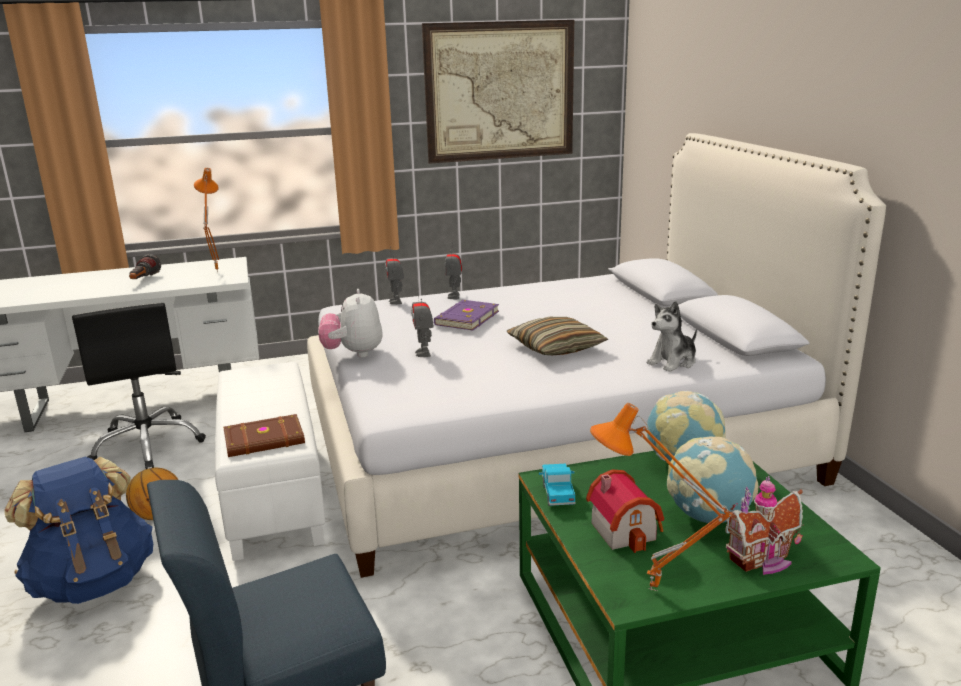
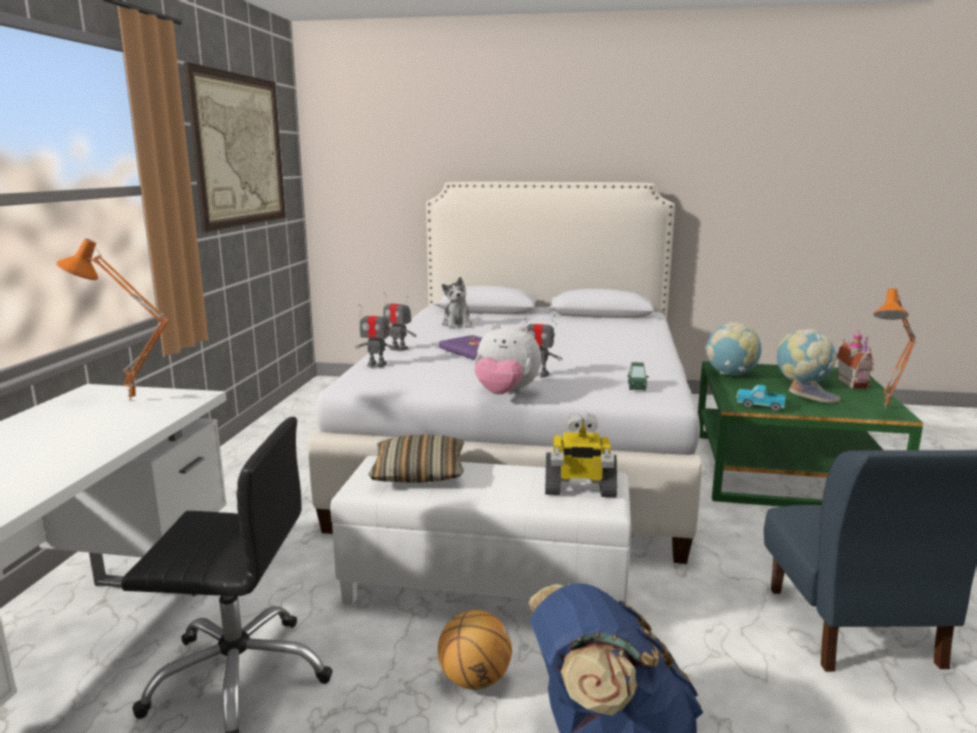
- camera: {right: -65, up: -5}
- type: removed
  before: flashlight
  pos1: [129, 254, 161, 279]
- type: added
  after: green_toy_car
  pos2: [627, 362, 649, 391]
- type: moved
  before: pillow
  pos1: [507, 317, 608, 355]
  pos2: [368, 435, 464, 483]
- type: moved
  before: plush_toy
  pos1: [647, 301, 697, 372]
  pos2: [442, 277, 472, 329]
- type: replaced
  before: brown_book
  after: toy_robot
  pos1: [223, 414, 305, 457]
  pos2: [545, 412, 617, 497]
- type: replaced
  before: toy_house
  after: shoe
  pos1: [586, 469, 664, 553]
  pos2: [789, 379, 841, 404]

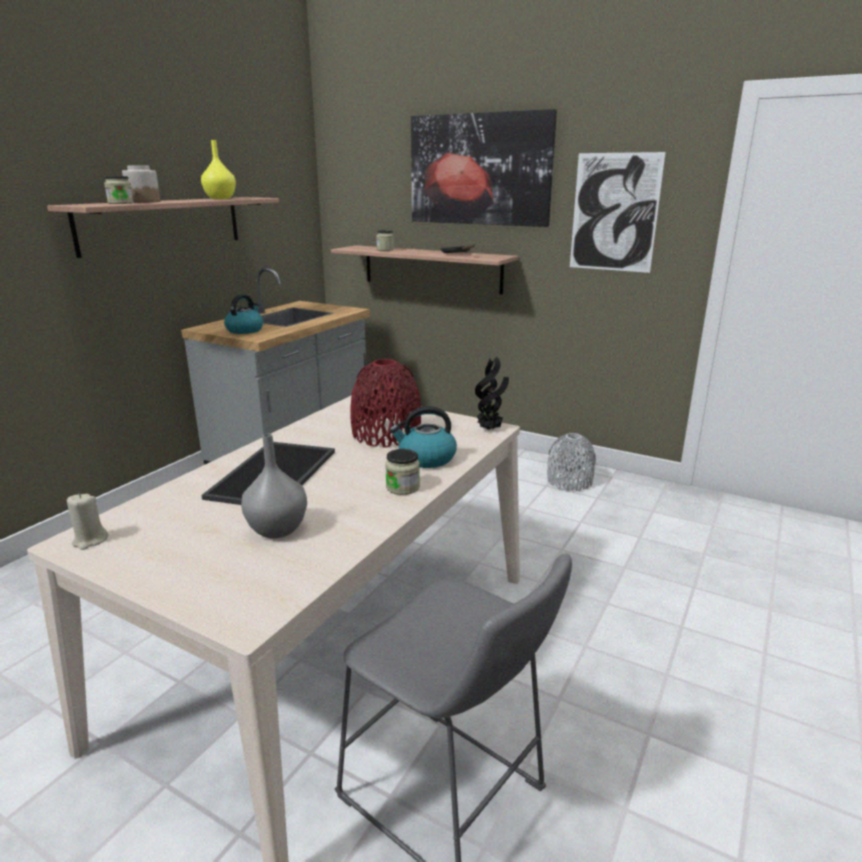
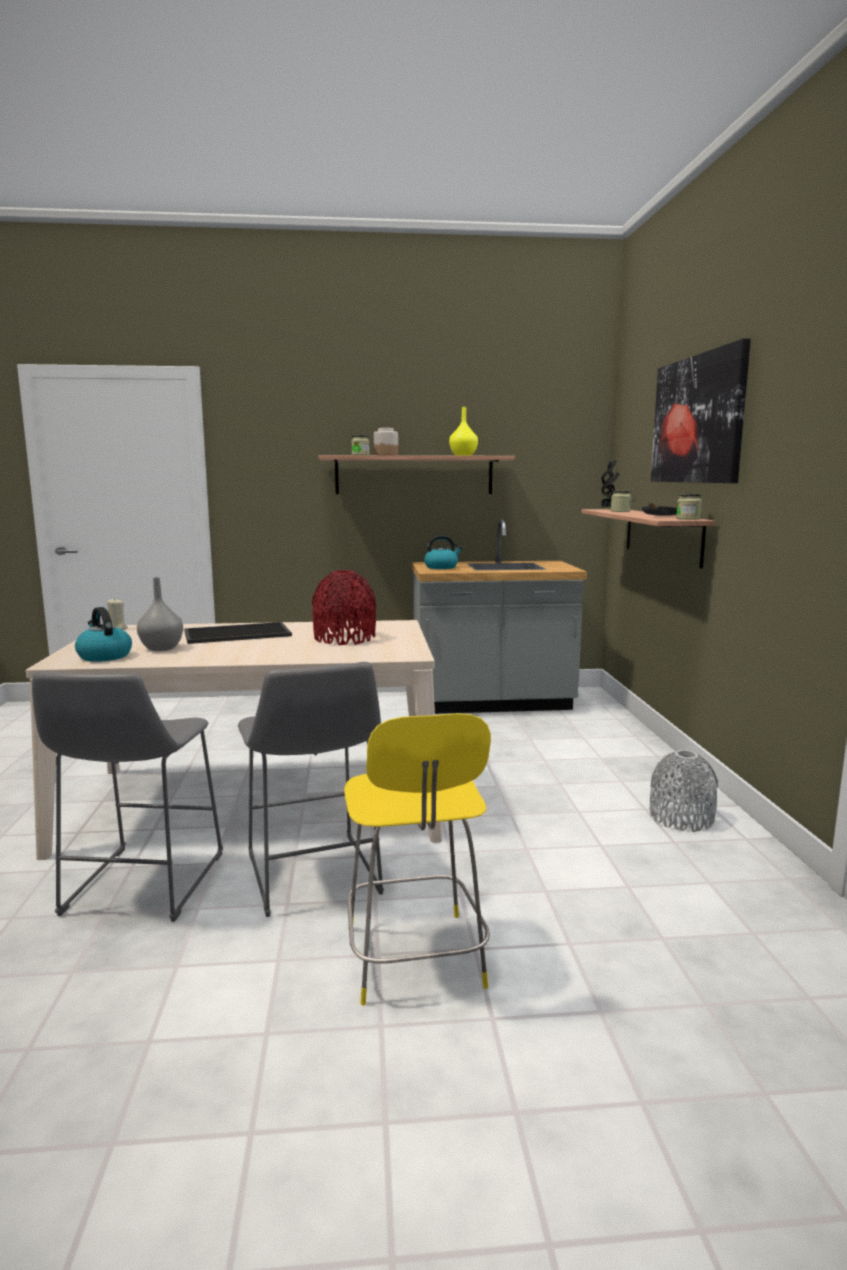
- camera: {right: 55, up: -10}
- type: removed
  before: picture
  pos1: [570, 152, 666, 273]
- type: added
  after: grey_stool
  pos2: [238, 662, 384, 917]
- type: added
  after: yellow_chair
  pos2: [344, 713, 491, 1006]
- type: moved
  before: jar
  pos1: [385, 449, 420, 495]
  pos2: [676, 494, 702, 520]
- type: moved
  before: kettle
  pos1: [390, 406, 457, 468]
  pos2: [75, 607, 132, 662]
- type: moved
  before: potted_plant
  pos1: [475, 357, 509, 430]
  pos2: [601, 460, 620, 510]

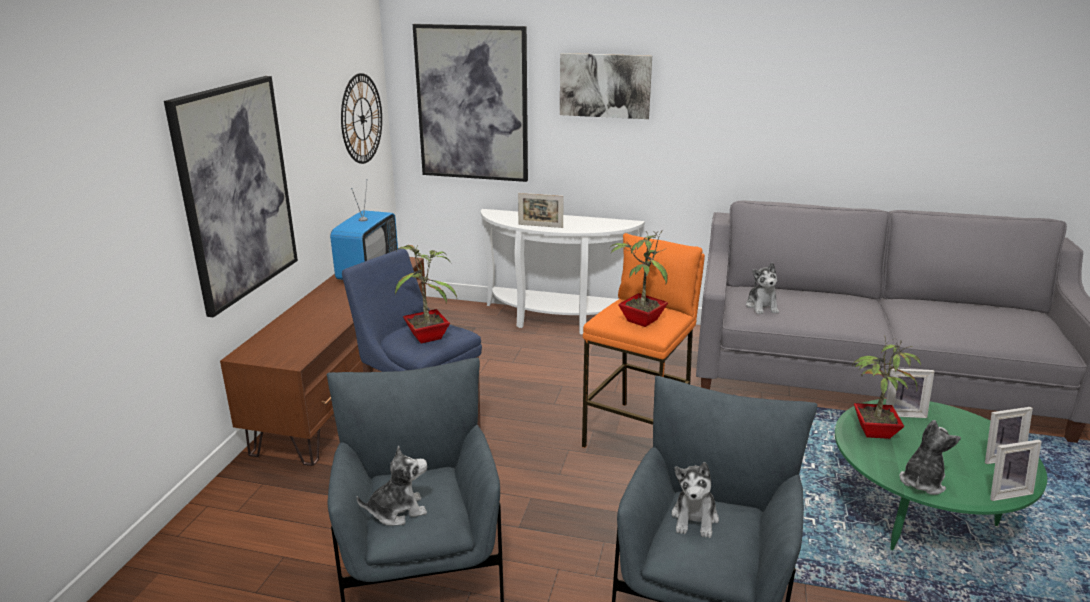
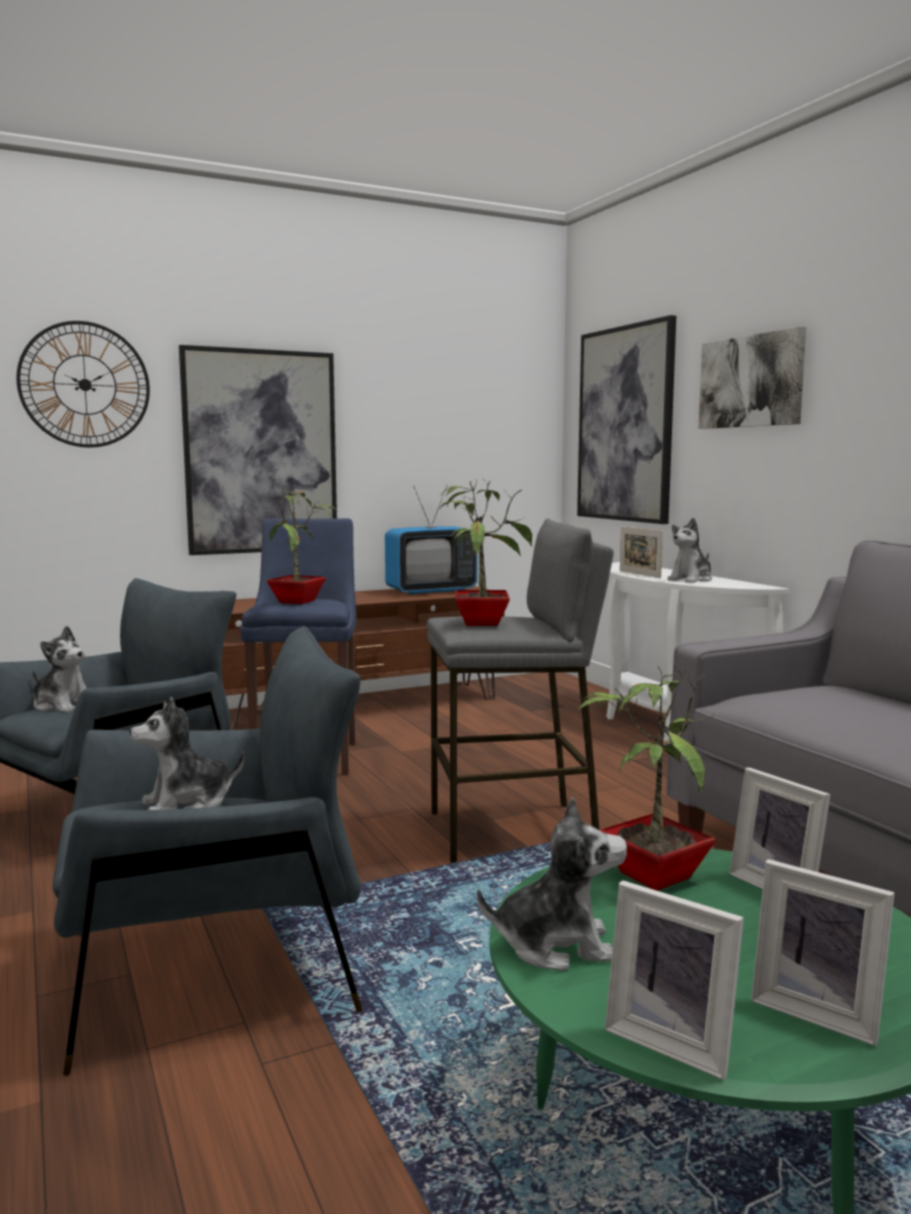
- camera: {right: 50, up: -15}
- type: moved
  before: wall_clock
  pos1: [341, 73, 382, 164]
  pos2: [16, 321, 150, 448]
- type: moved
  before: plush_toy
  pos1: [746, 262, 779, 314]
  pos2: [667, 517, 712, 583]
- type: recoloured
  before: orange_stool
  after: grey_stool
  pos1: [582, 233, 705, 448]
  pos2: [427, 518, 614, 863]

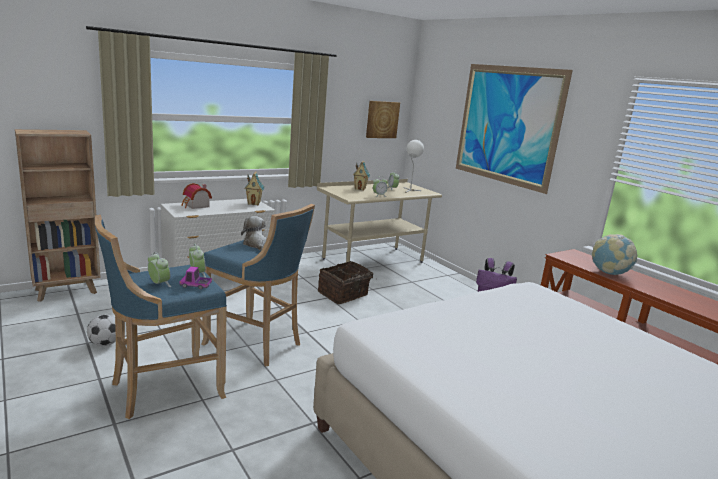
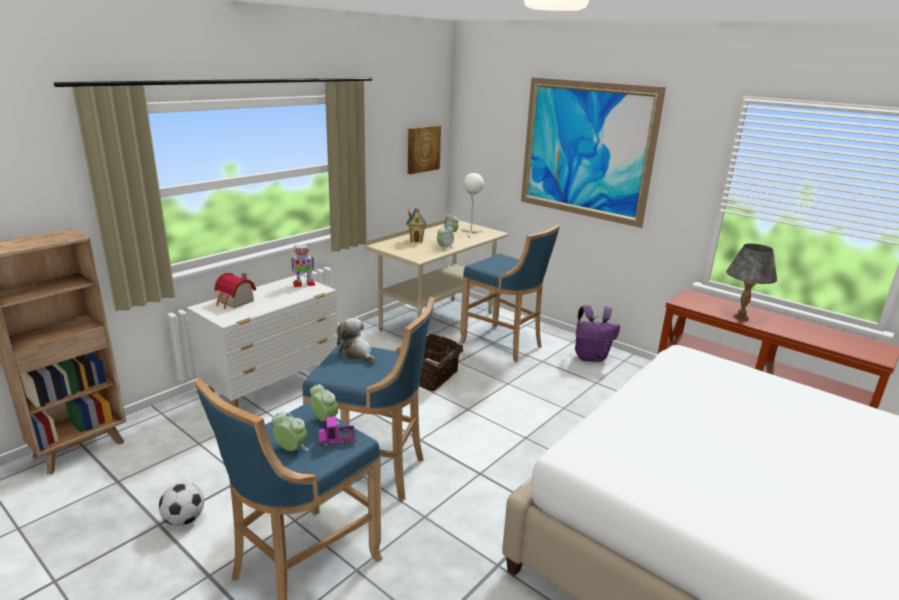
- camera: {right: -15, up: 5}
- type: added
  after: blue_stool
  pos2: [459, 225, 560, 362]
- type: replaced
  before: toy_house
  after: toy_robot
  pos1: [244, 171, 265, 205]
  pos2: [291, 244, 316, 287]
- type: replaced
  before: globe
  after: grey_table_lamp
  pos1: [592, 234, 637, 275]
  pos2: [726, 244, 777, 321]

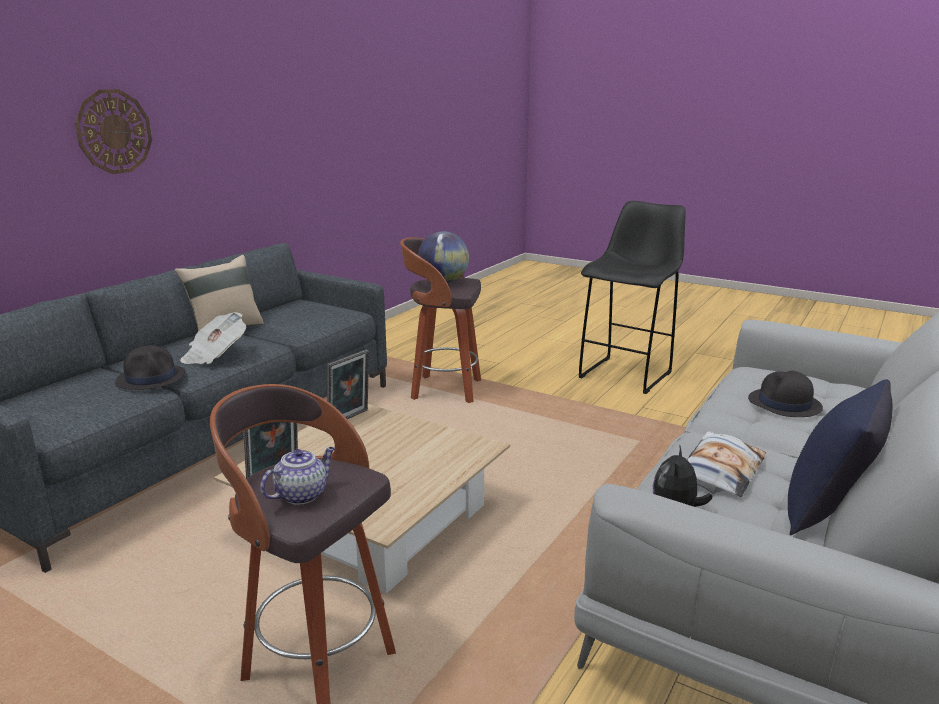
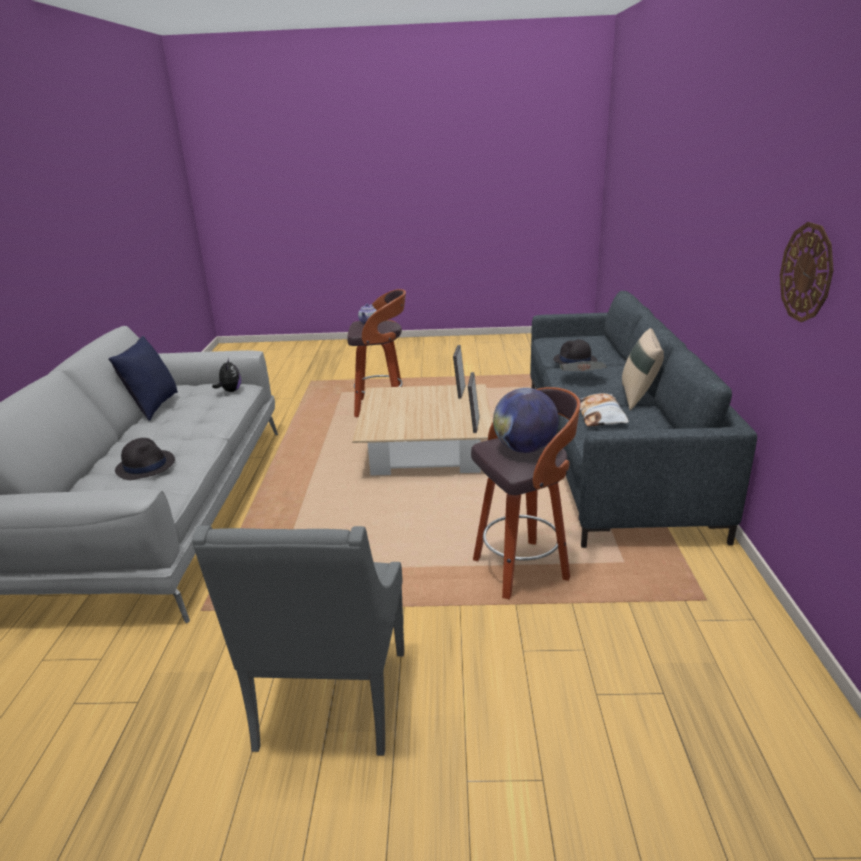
- camera: {right: 150, up: 5}
- type: moved
  before: wall_clock
  pos1: [75, 89, 152, 174]
  pos2: [780, 222, 833, 322]
- type: moved
  before: pillow
  pos1: [687, 431, 766, 497]
  pos2: [579, 393, 629, 427]
- type: replaced
  before: black_stool
  after: grey_armchair
  pos1: [579, 201, 686, 394]
  pos2: [192, 525, 404, 756]

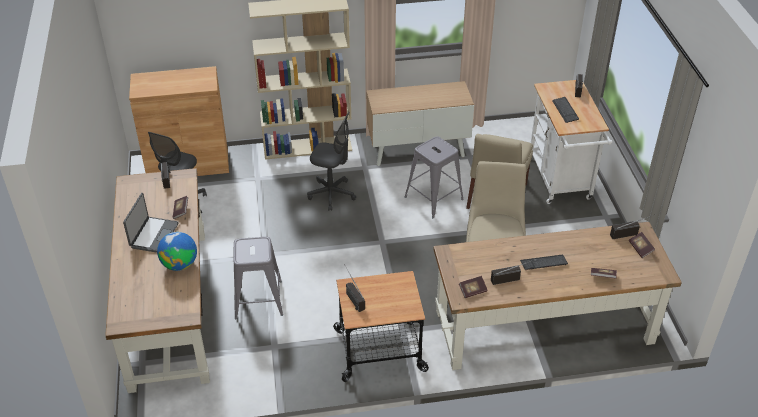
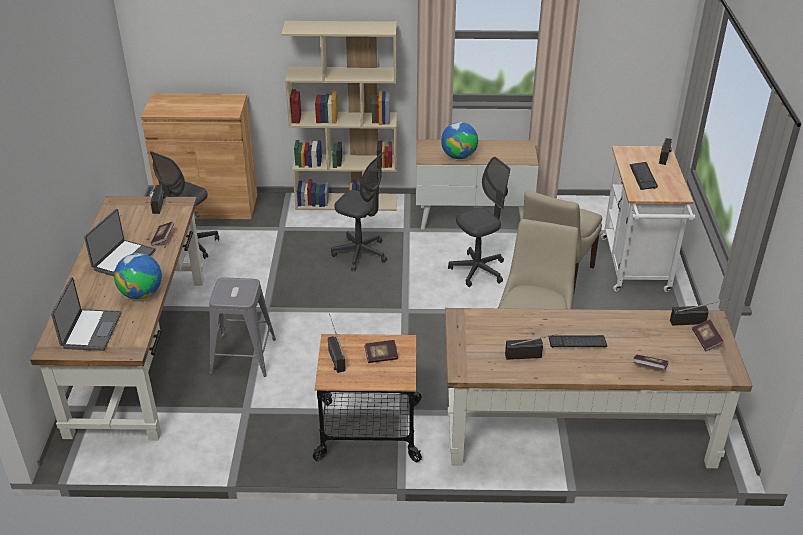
- camera: {right: 10, up: -5}
- type: added
  after: laptop
  pos2: [51, 277, 121, 351]
- type: added
  after: globe
  pos2: [441, 122, 478, 159]
- type: moved
  before: book
  pos1: [459, 276, 488, 298]
  pos2: [364, 340, 398, 363]
- type: replaced
  before: grey_stool
  after: grey_office_chair
  pos1: [404, 136, 464, 218]
  pos2: [448, 157, 510, 287]

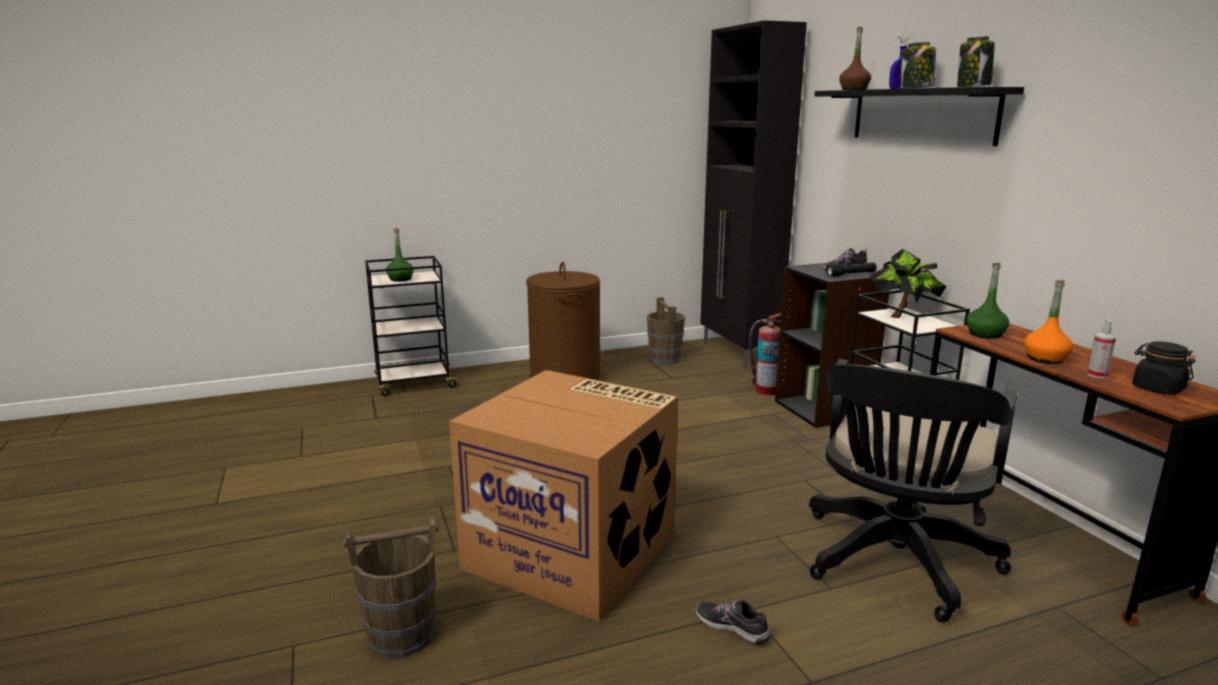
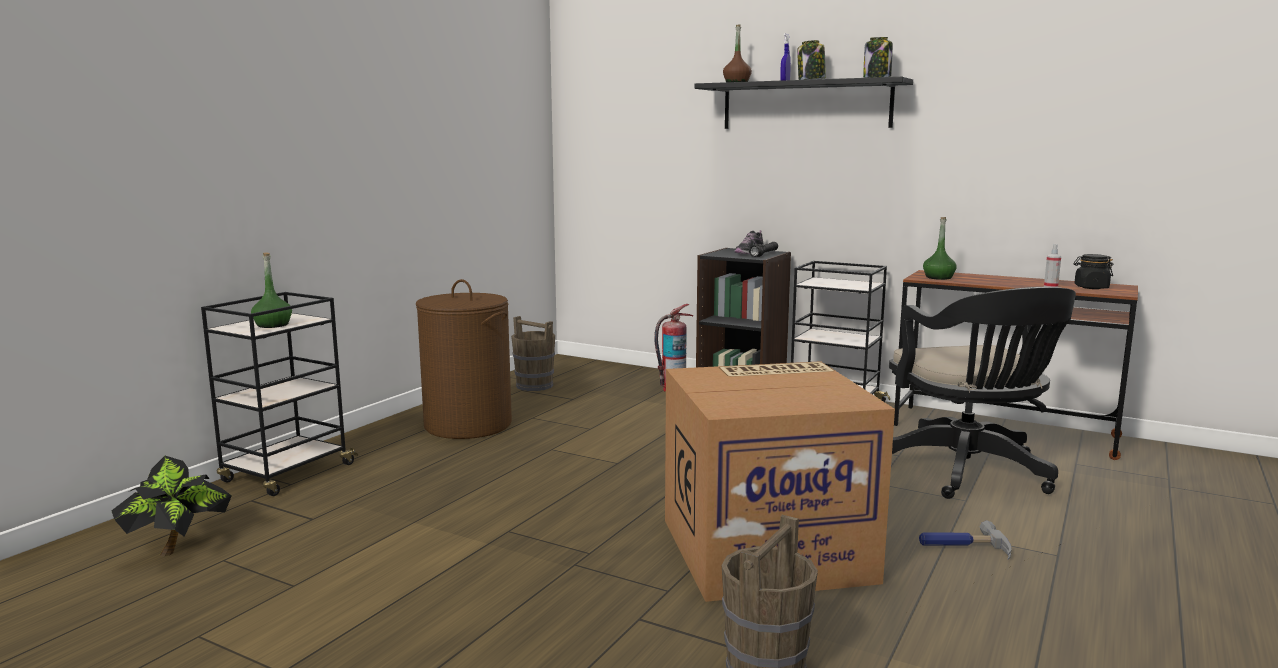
- camera: {right: -40, up: -5}
- type: removed
  before: black_cabinet
  pos1: [700, 20, 807, 368]
- type: removed
  before: orange_bottle
  pos1: [1024, 280, 1073, 364]
- type: moved
  before: potted_plant
  pos1: [869, 249, 947, 318]
  pos2: [111, 456, 232, 557]
- type: replaced
  before: shoe
  after: hammer
  pos1: [696, 599, 770, 645]
  pos2: [919, 520, 1012, 560]

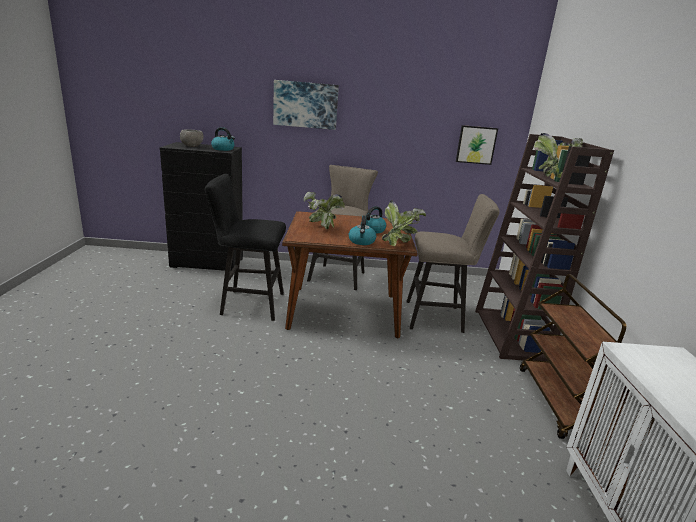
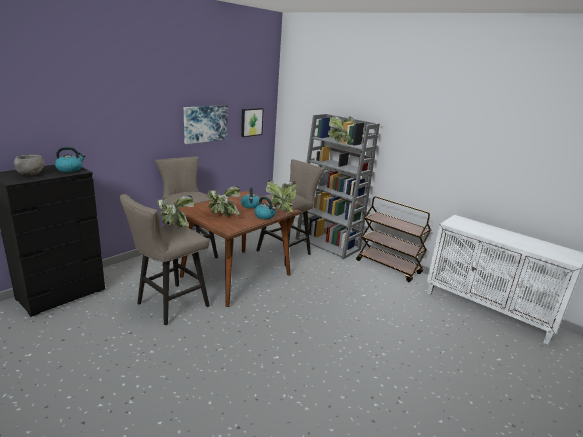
- camera: {right: -50, up: 0}
- type: added
  after: potted_plant
  pos2: [157, 195, 194, 227]
- type: moved
  before: picture
  pos1: [273, 80, 339, 130]
  pos2: [184, 105, 228, 144]
- type: recoloured
  before: black_stool
  after: beige_stool
  pos1: [205, 174, 286, 321]
  pos2: [120, 194, 210, 325]
- type: recoloured
  before: brown_bookcase
  after: grey_bookcase
  pos1: [475, 134, 614, 361]
  pos2: [295, 114, 380, 259]

